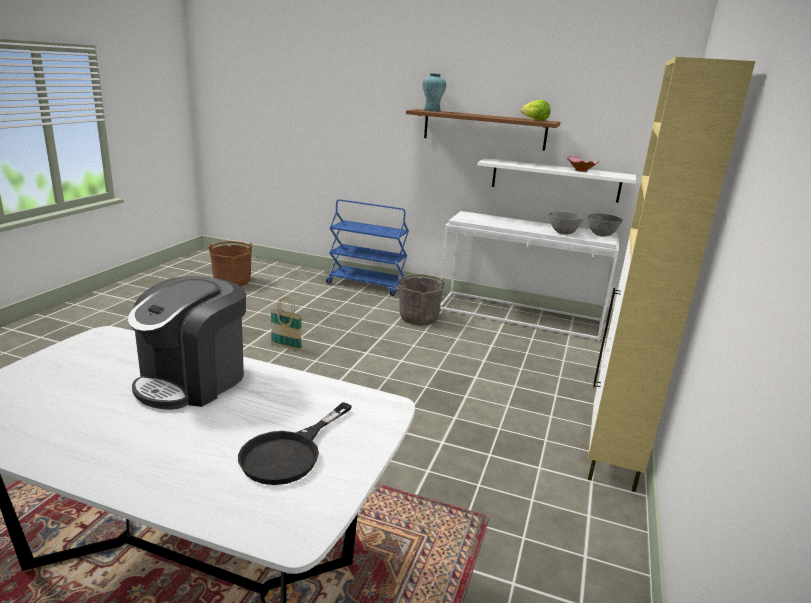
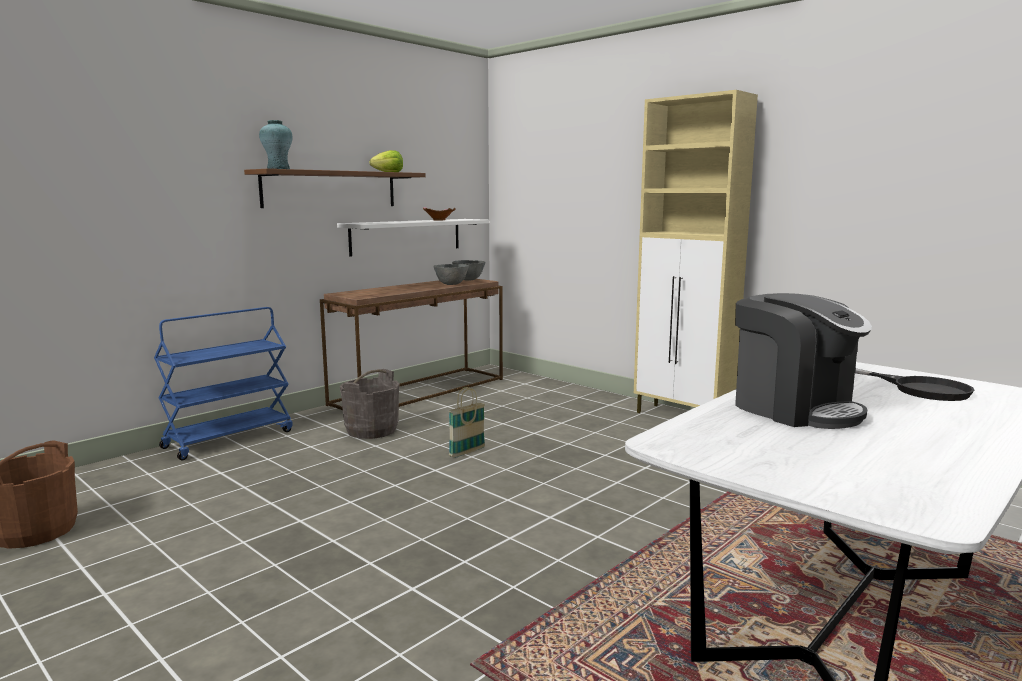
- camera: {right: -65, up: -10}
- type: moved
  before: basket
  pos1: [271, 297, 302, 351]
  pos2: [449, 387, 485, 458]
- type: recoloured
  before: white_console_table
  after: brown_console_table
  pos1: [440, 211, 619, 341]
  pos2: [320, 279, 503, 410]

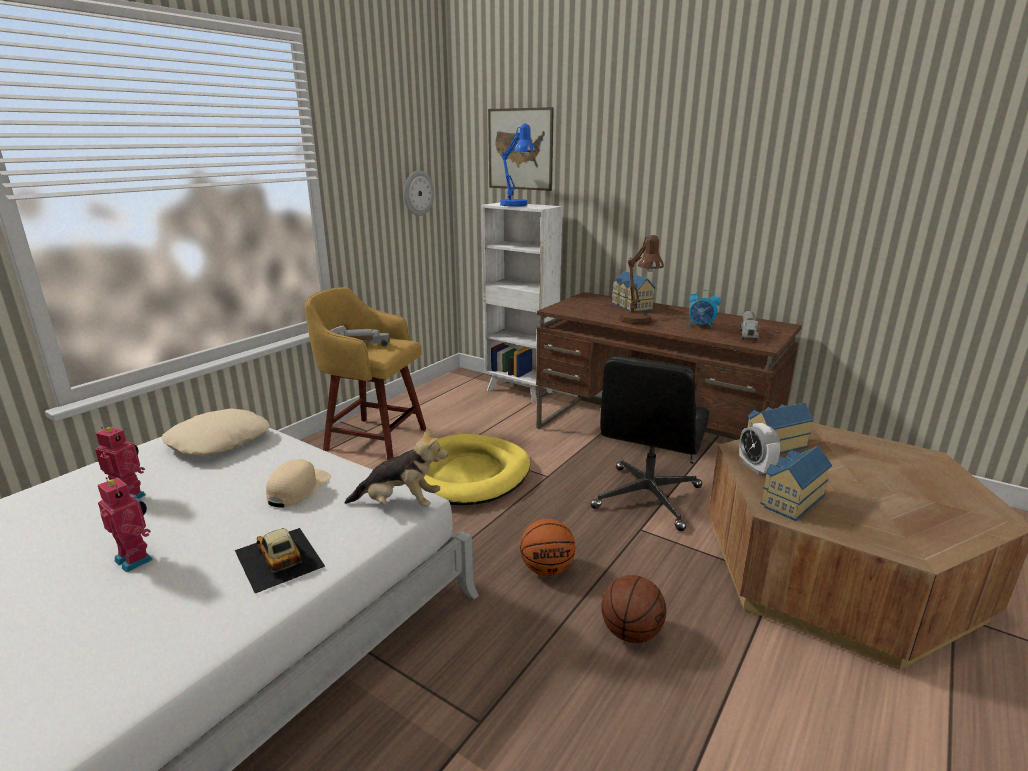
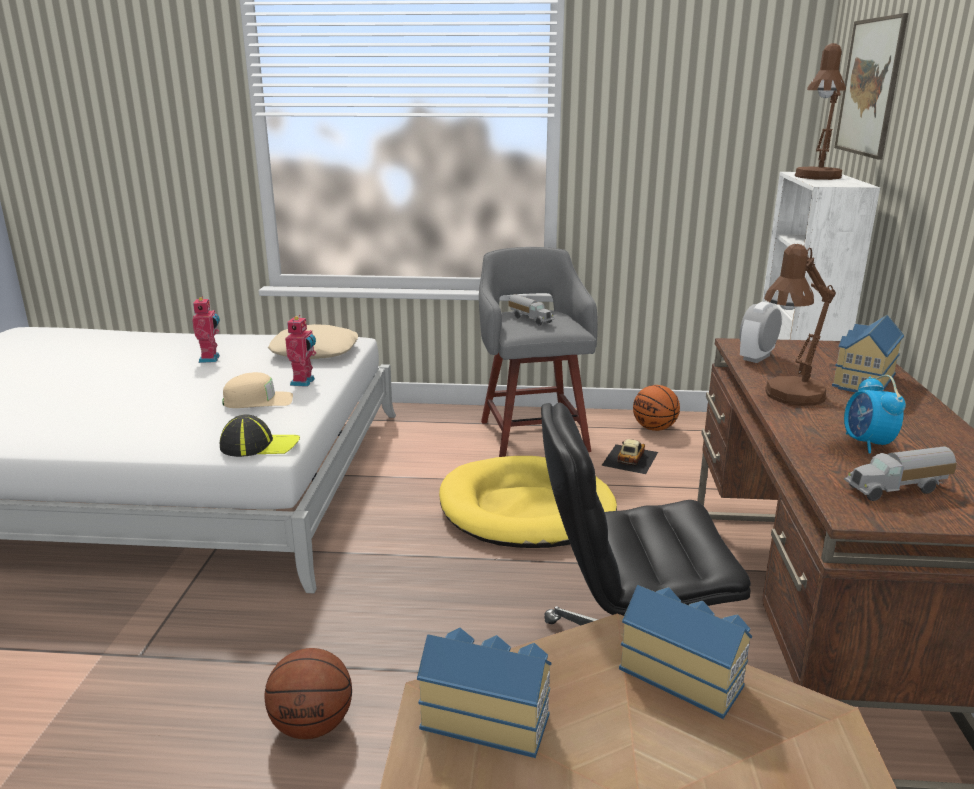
- camera: {right: 60, up: 0}
- type: removed
  before: wall_clock
  pos1: [404, 171, 434, 216]
- type: moved
  before: toy_robot
  pos1: [98, 477, 153, 573]
  pos2: [285, 315, 316, 387]
- type: moved
  before: toy_car
  pos1: [235, 528, 325, 593]
  pos2: [601, 439, 658, 474]
- type: moved
  before: basketball
  pos1: [520, 519, 576, 576]
  pos2: [633, 385, 680, 431]
- type: moved
  before: alarm_clock
  pos1: [739, 423, 781, 475]
  pos2: [739, 302, 782, 363]
- type: replaced
  before: plush_toy
  after: cap
  pos1: [344, 427, 448, 506]
  pos2: [220, 414, 300, 457]
- type: recoloured
  before: yellow_stool
  after: grey_stool
  pos1: [305, 287, 426, 460]
  pos2: [479, 247, 598, 457]
- type: recoloured
  before: blue_table_lamp
  after: brown_table_lamp
  pos1: [500, 123, 536, 207]
  pos2: [795, 43, 846, 180]

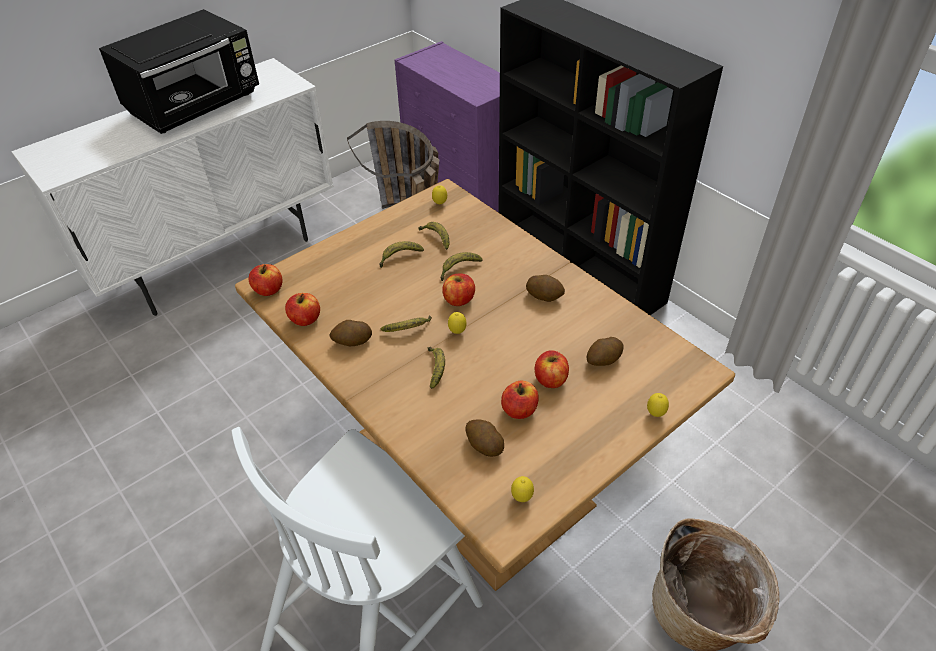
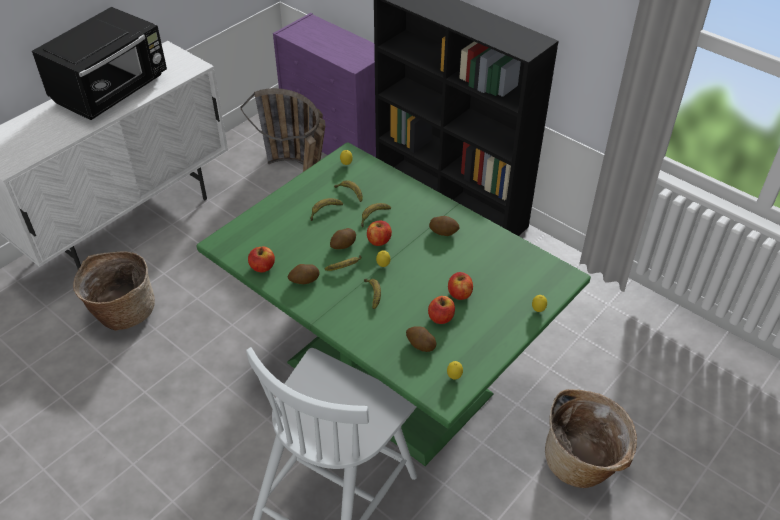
- camera: {right: -10, up: 0}
- type: removed
  before: apple
  pos1: [249, 264, 283, 296]
- type: added
  after: basket
  pos2: [73, 251, 155, 331]
- type: moved
  before: potato
  pos1: [587, 337, 624, 366]
  pos2: [330, 228, 356, 249]
- type: recoloured
  before: brown_dining_table
  after: green_dining_table
  pos1: [235, 179, 735, 591]
  pos2: [197, 142, 591, 466]

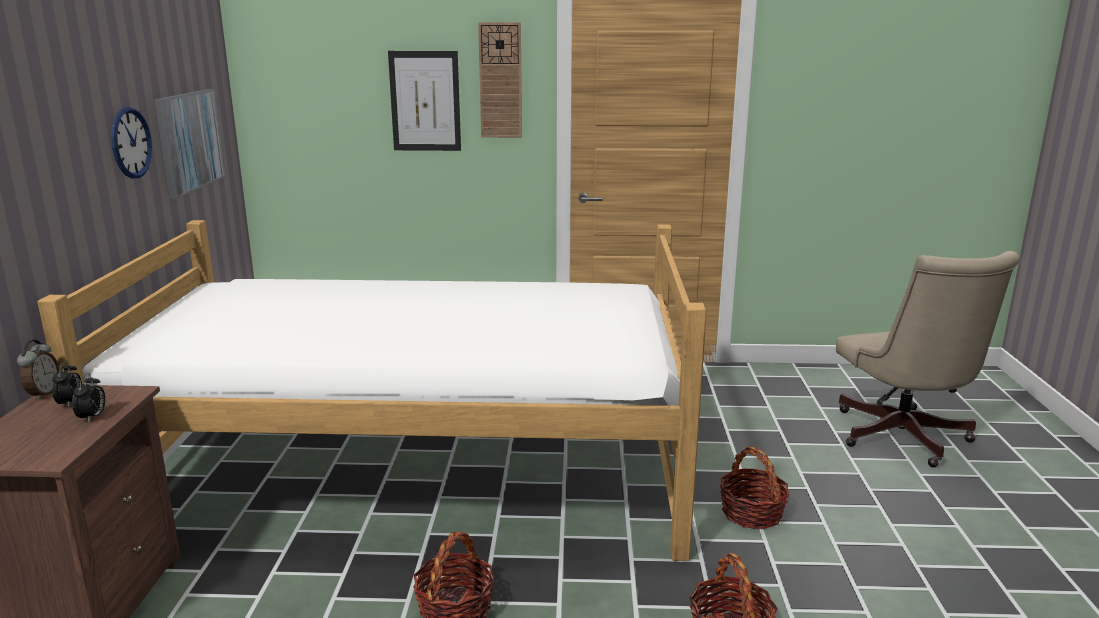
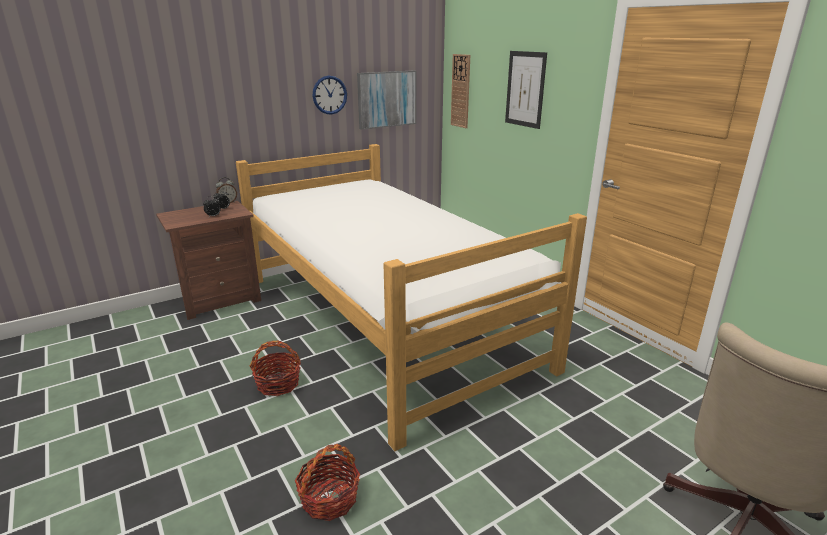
- camera: {right: 55, up: 5}
- type: removed
  before: basket
  pos1: [720, 446, 789, 529]
- type: moved
  before: wall_clock
  pos1: [478, 22, 522, 138]
  pos2: [451, 54, 470, 128]

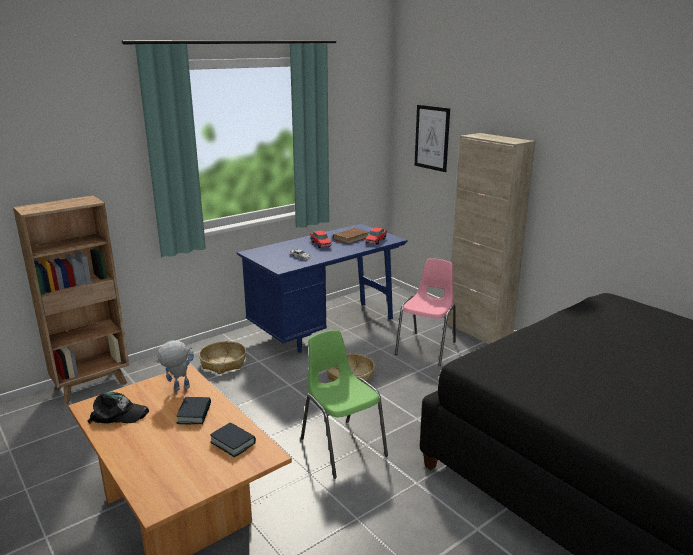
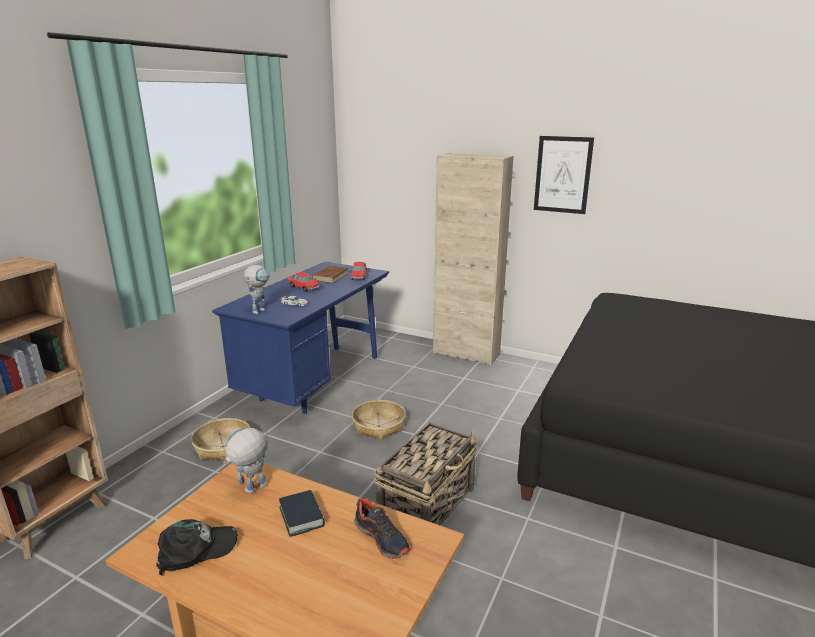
- camera: {right: -25, up: 0}
- type: removed
  before: pink_chair
  pos1: [395, 258, 456, 366]
- type: added
  after: toy_robot
  pos2: [243, 265, 270, 314]
- type: moved
  before: picture
  pos1: [415, 105, 450, 172]
  pos2: [534, 136, 594, 214]
- type: replaced
  before: book
  after: shoe
  pos1: [210, 422, 256, 457]
  pos2: [354, 498, 410, 559]
- type: replaced
  before: green_chair
  after: basket
  pos1: [301, 330, 388, 479]
  pos2: [374, 422, 478, 526]

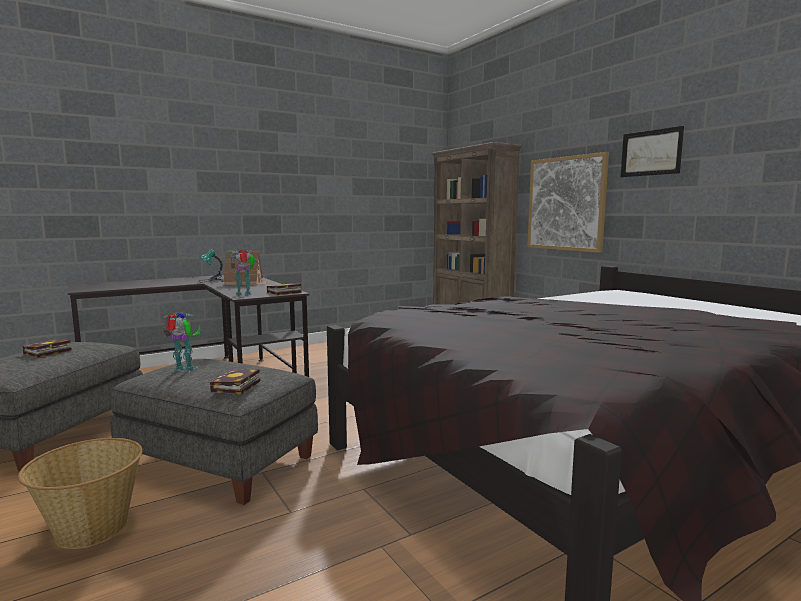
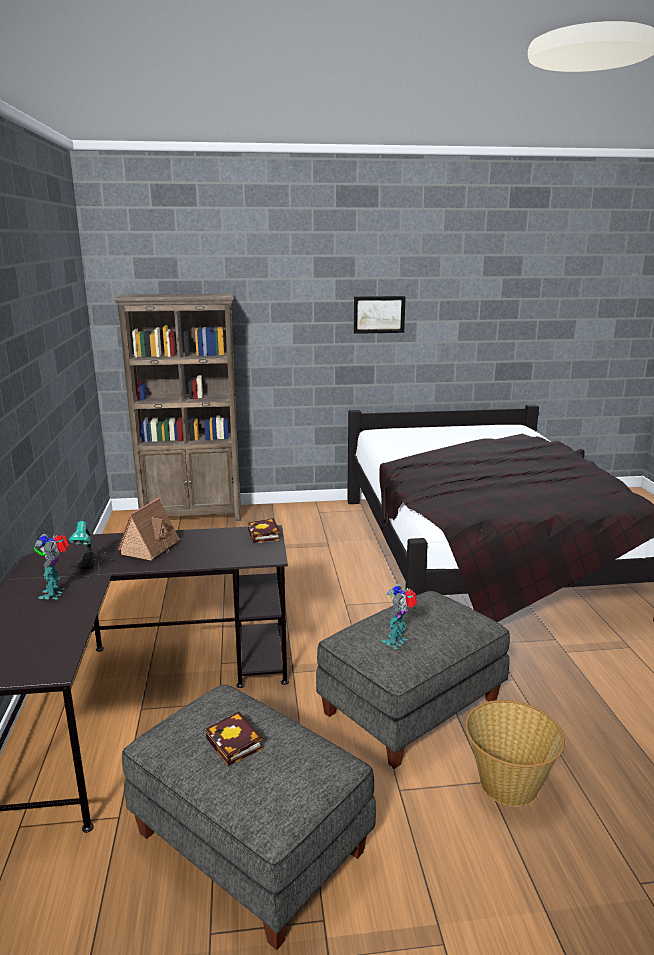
- camera: {right: -65, up: 10}
- type: removed
  before: book
  pos1: [210, 369, 260, 394]
- type: removed
  before: picture
  pos1: [527, 152, 609, 253]
- type: moved
  before: toy_robot
  pos1: [230, 250, 255, 296]
  pos2: [34, 534, 69, 600]

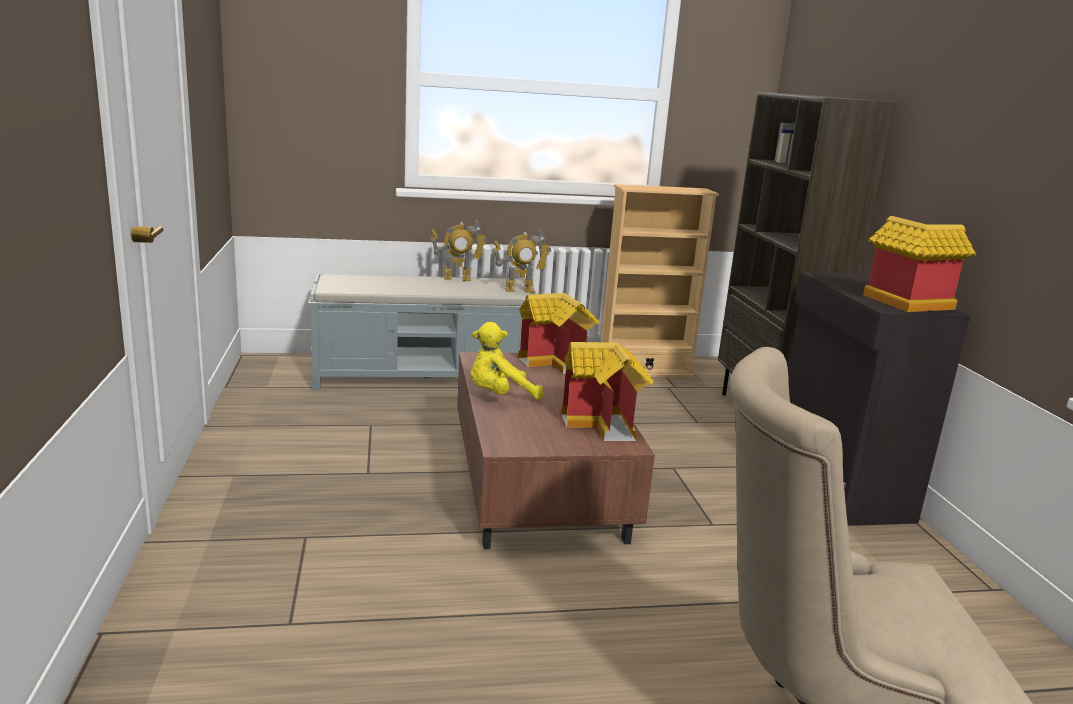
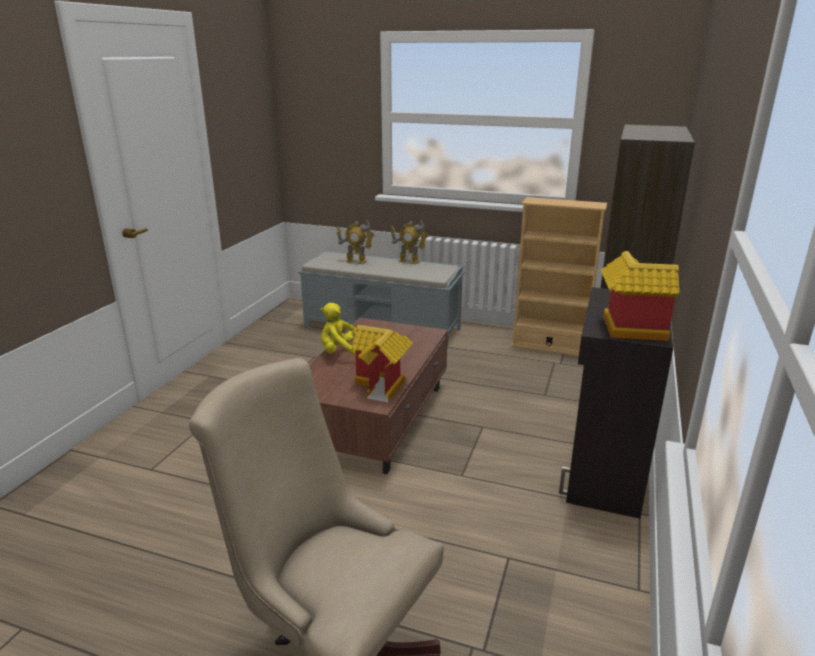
- camera: {right: 30, up: 5}
- type: removed
  before: toy_house
  pos1: [518, 293, 599, 374]
- type: moved
  before: toy_robot
  pos1: [493, 228, 551, 293]
  pos2: [336, 220, 375, 264]

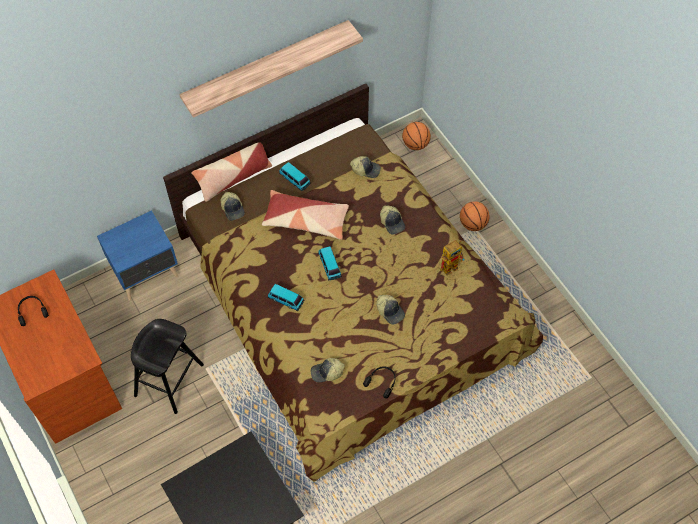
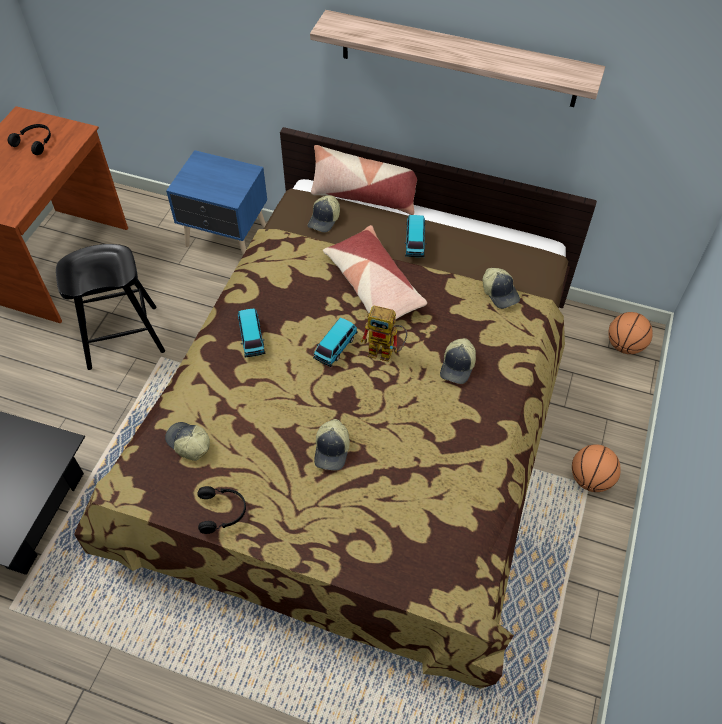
- camera: {right: 50, up: -5}
- type: moved
  before: toy_robot
  pos1: [440, 240, 465, 275]
  pos2: [361, 306, 407, 362]

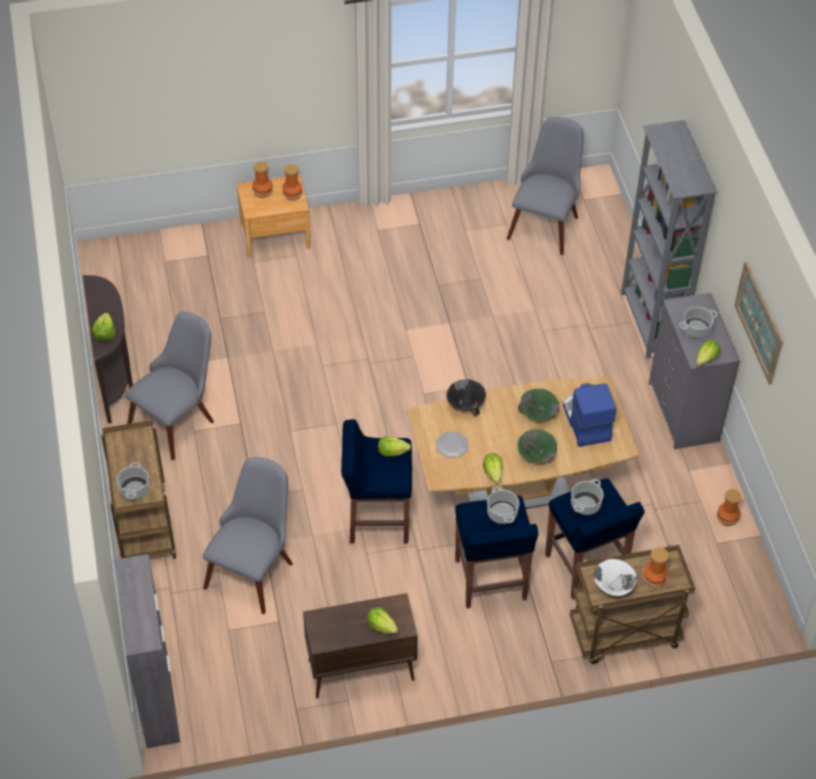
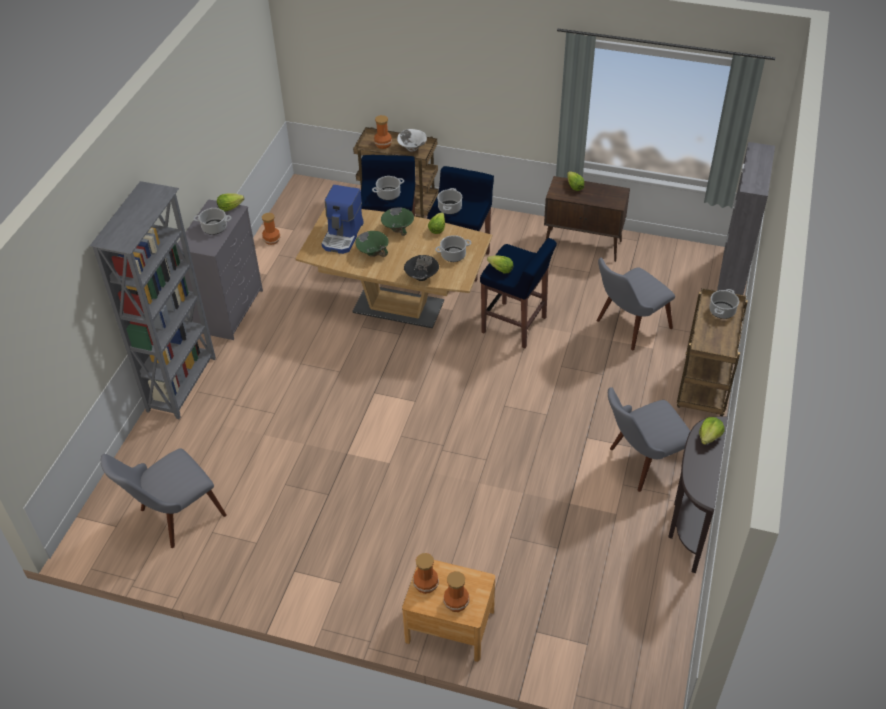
- camera: {right: -150, up: -5}
- type: removed
  before: picture
  pos1: [734, 262, 783, 385]
- type: replaced
  before: plate
  after: cooking_pot
  pos1: [436, 432, 469, 458]
  pos2: [435, 235, 471, 262]

